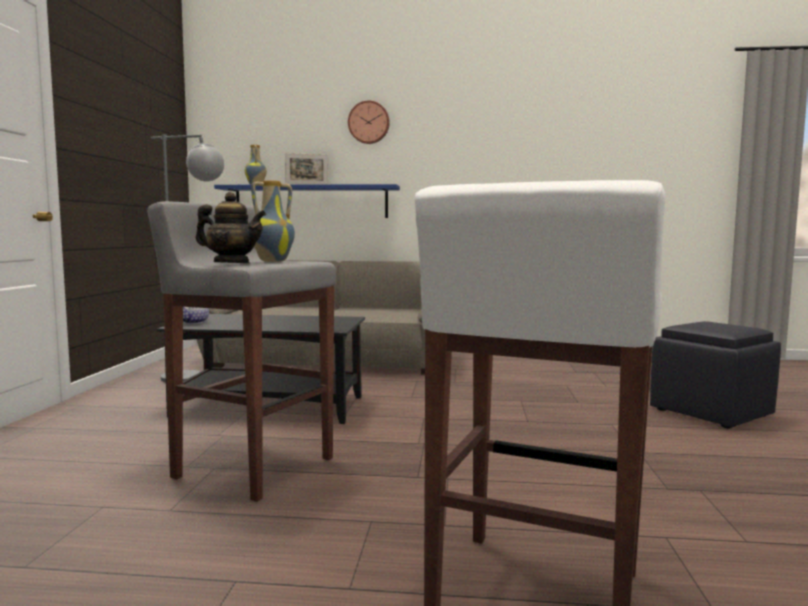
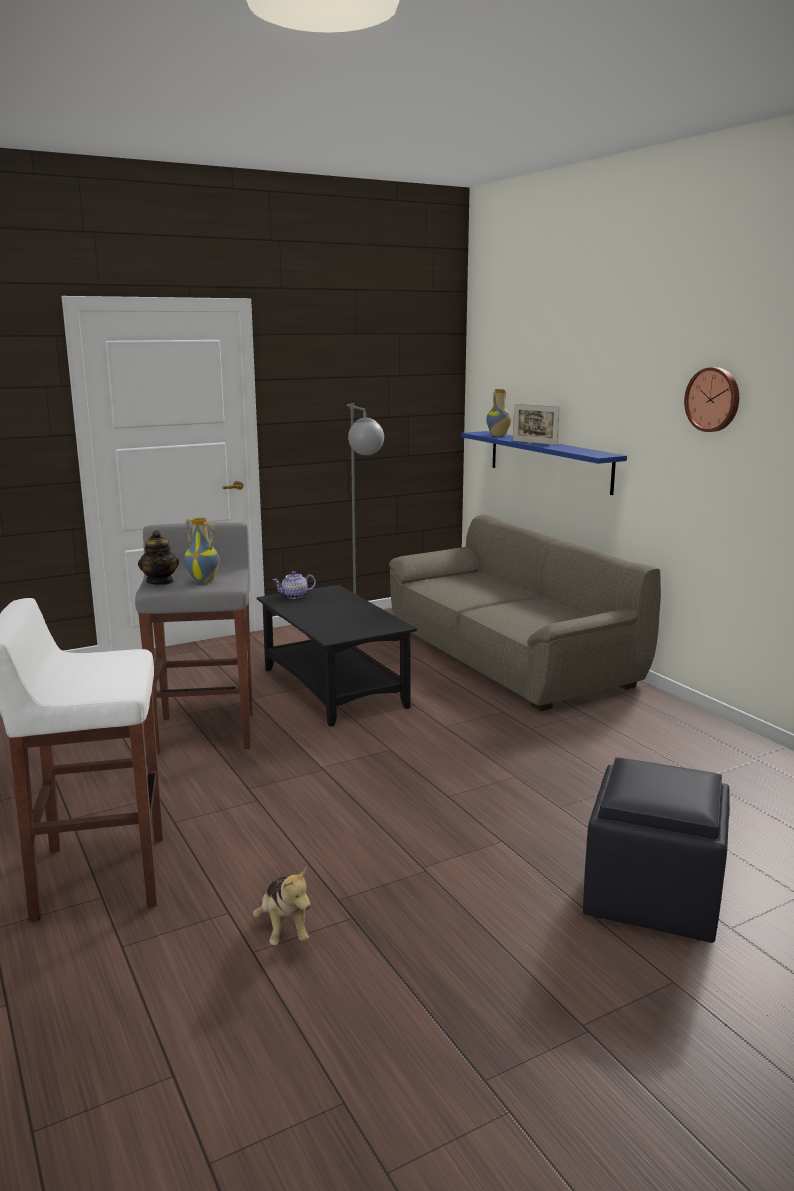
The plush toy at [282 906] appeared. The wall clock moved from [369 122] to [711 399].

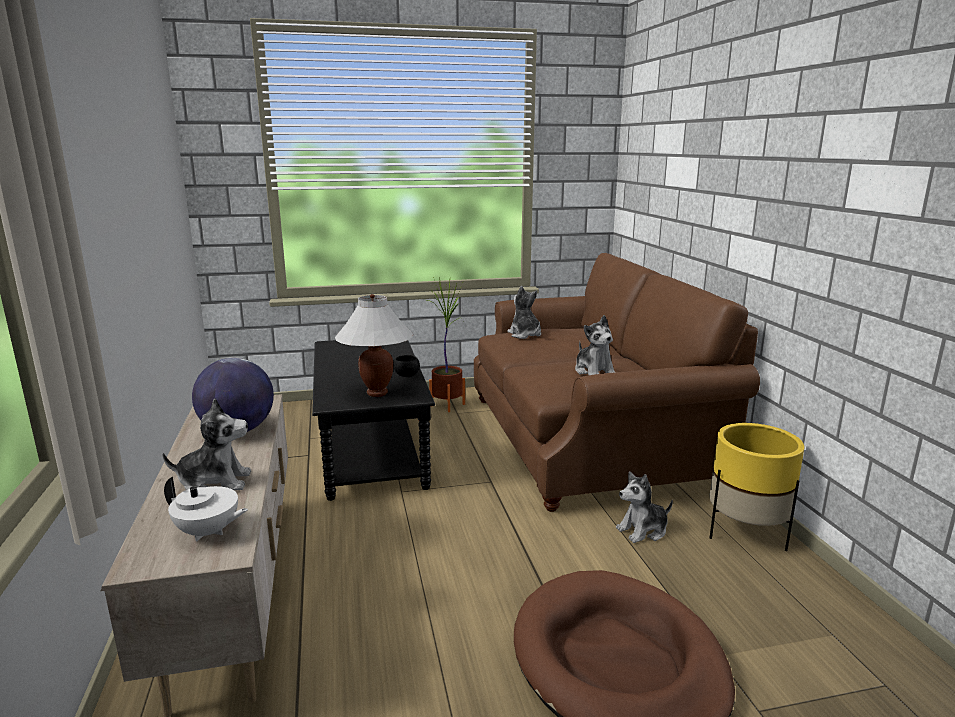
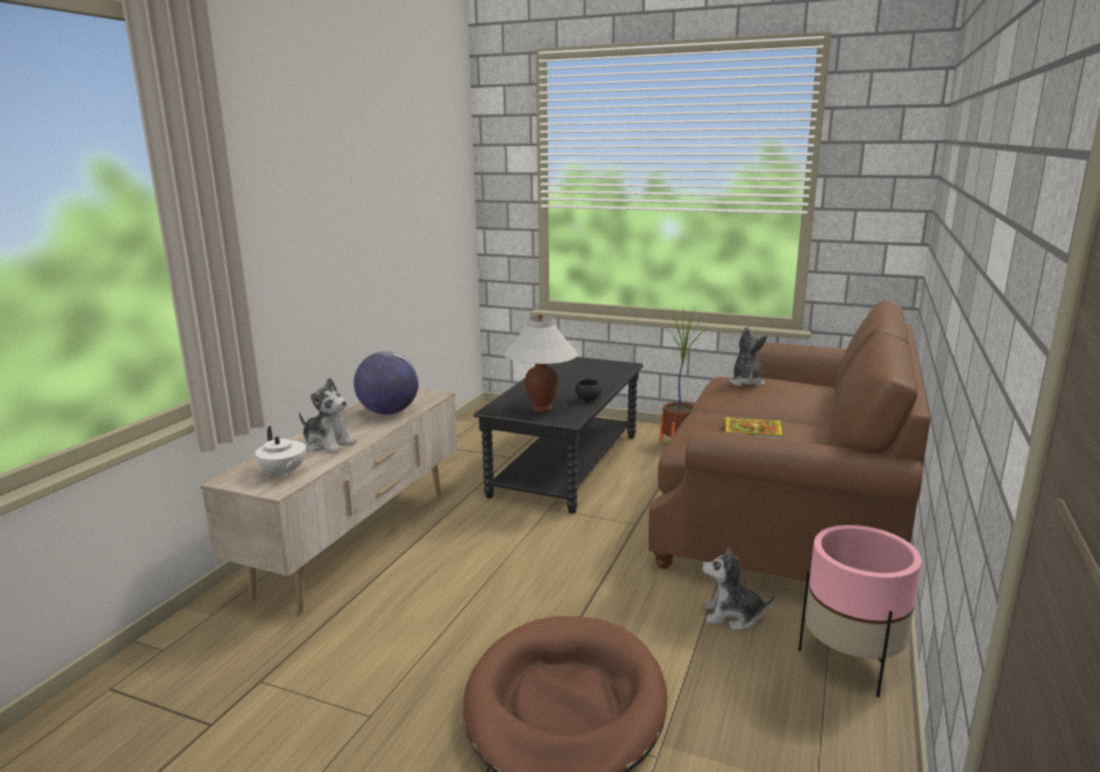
The plush toy at [595 345] was replaced by the book at [753 428]. The planter (yellow) at [757 487] became the planter (pink) at [860 611].

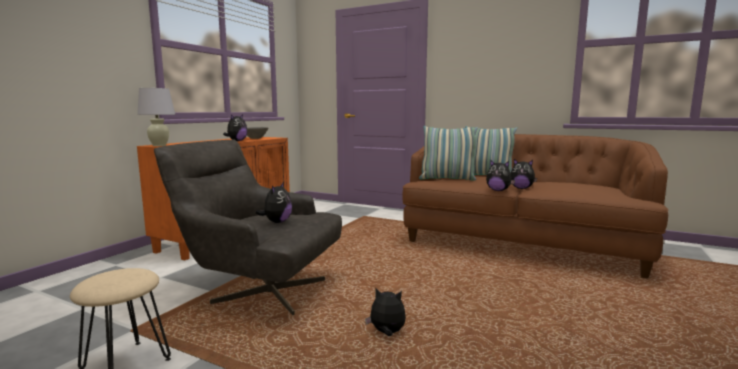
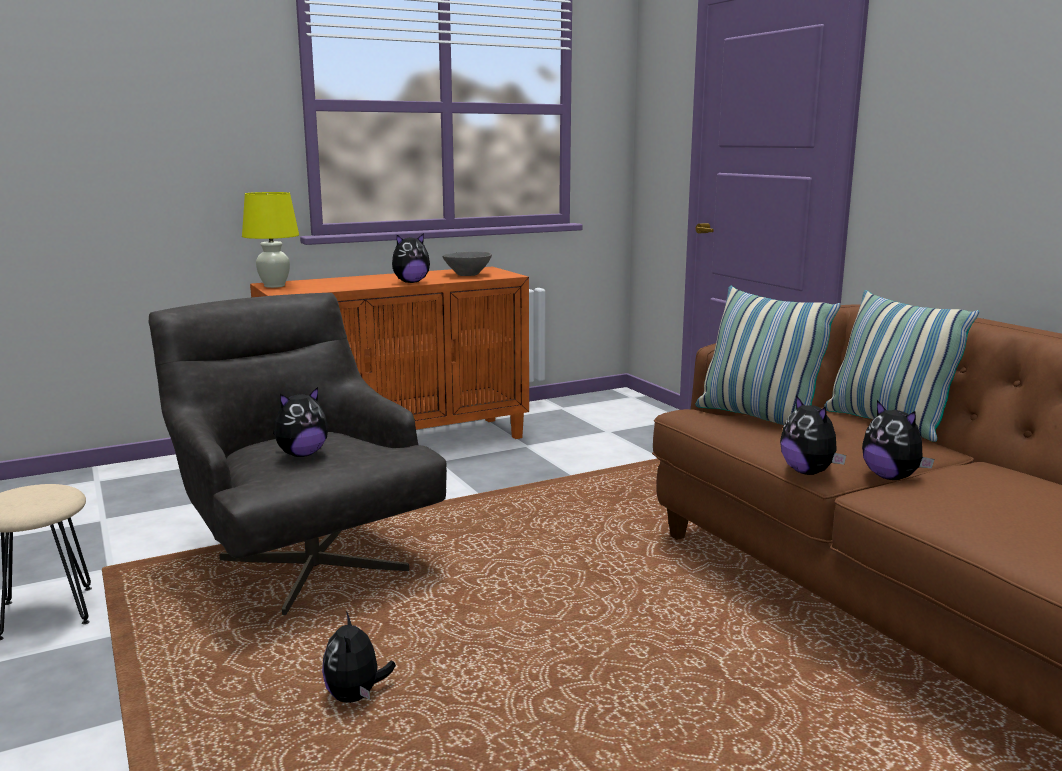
The table lamp (white) at [156 117] became the table lamp (yellow) at [270 240]. The plush toy at [385 312] turned 150 degrees counterclockwise.

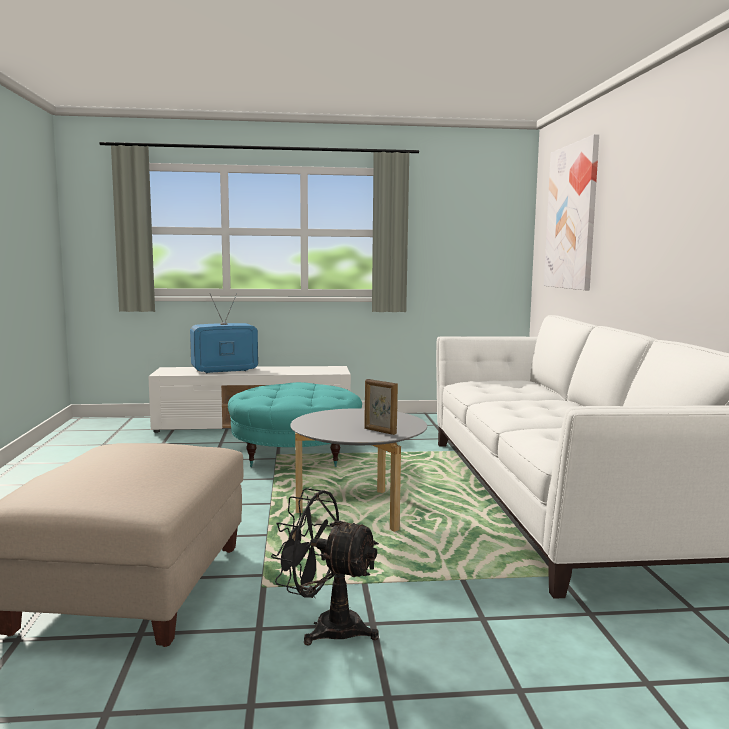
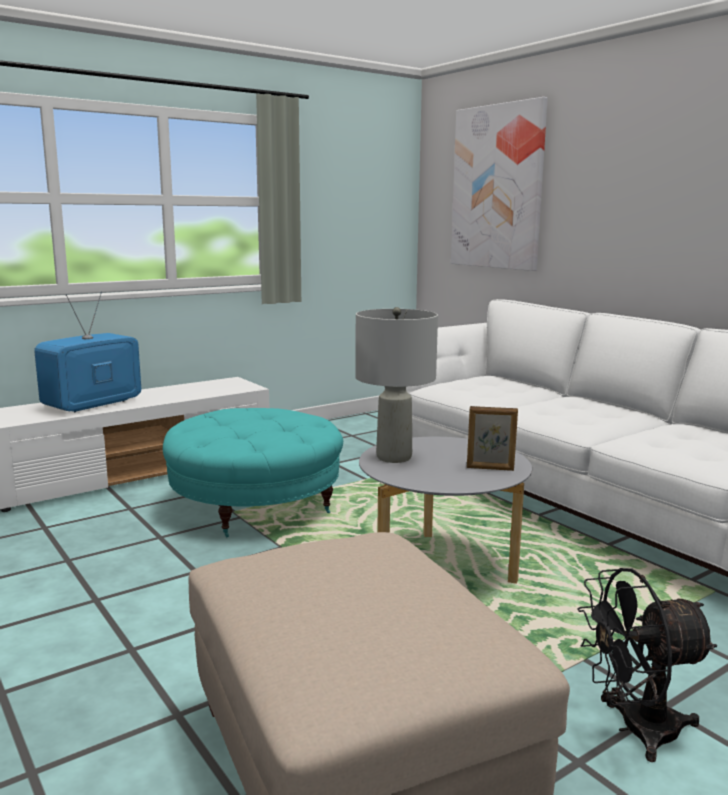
The table lamp (grey) at [396 385] appeared.

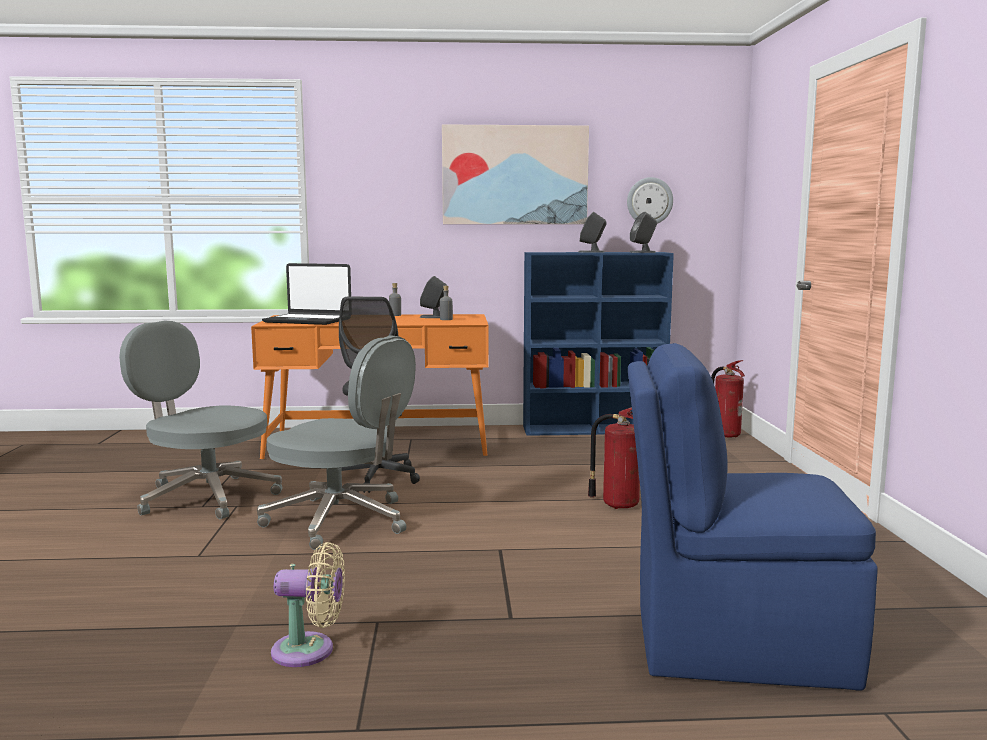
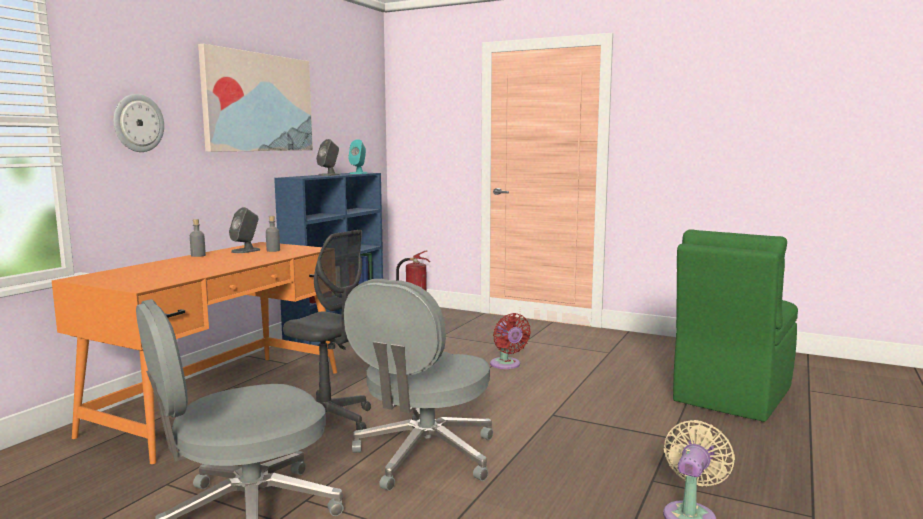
The wall clock moved from [650 200] to [138 123]. The office chair (grey) at [336 443] turned 150 degrees clockwise. The speaker (grey) at [643 232] became the speaker (turquoise) at [357 156]. The fire extinguisher at [614 458] was replaced by the fan (red) at [510 341]. The chair (blue) at [753 517] became the chair (green) at [735 325]. The laptop at [306 294] disappeared.

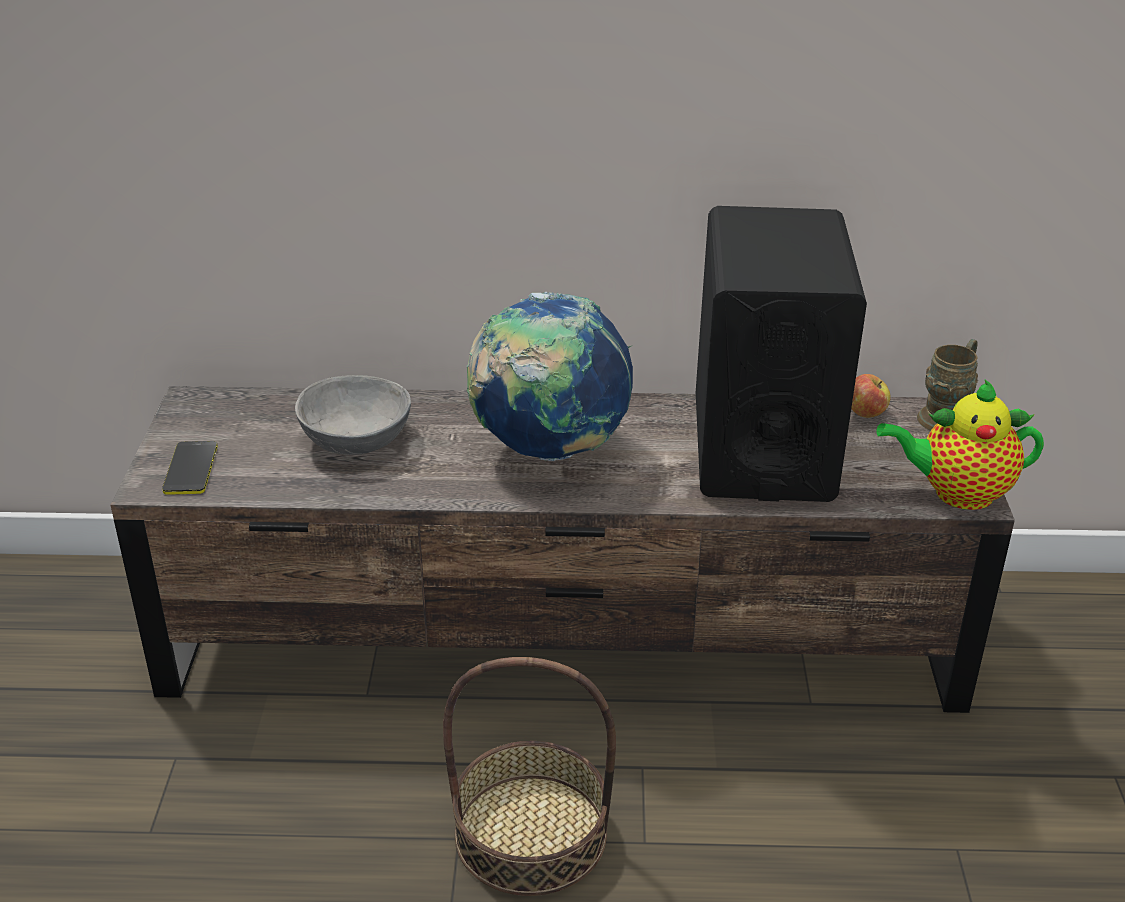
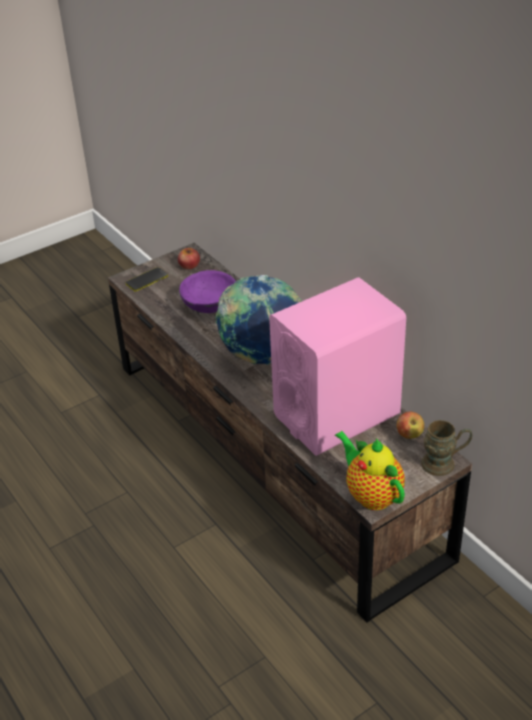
The apple at [189 258] appeared. The bowl (grey) at [353 415] became the bowl (purple) at [207 291]. The speaker (black) at [781 354] became the speaker (pink) at [337 366]. The basket at [529 776] disappeared.

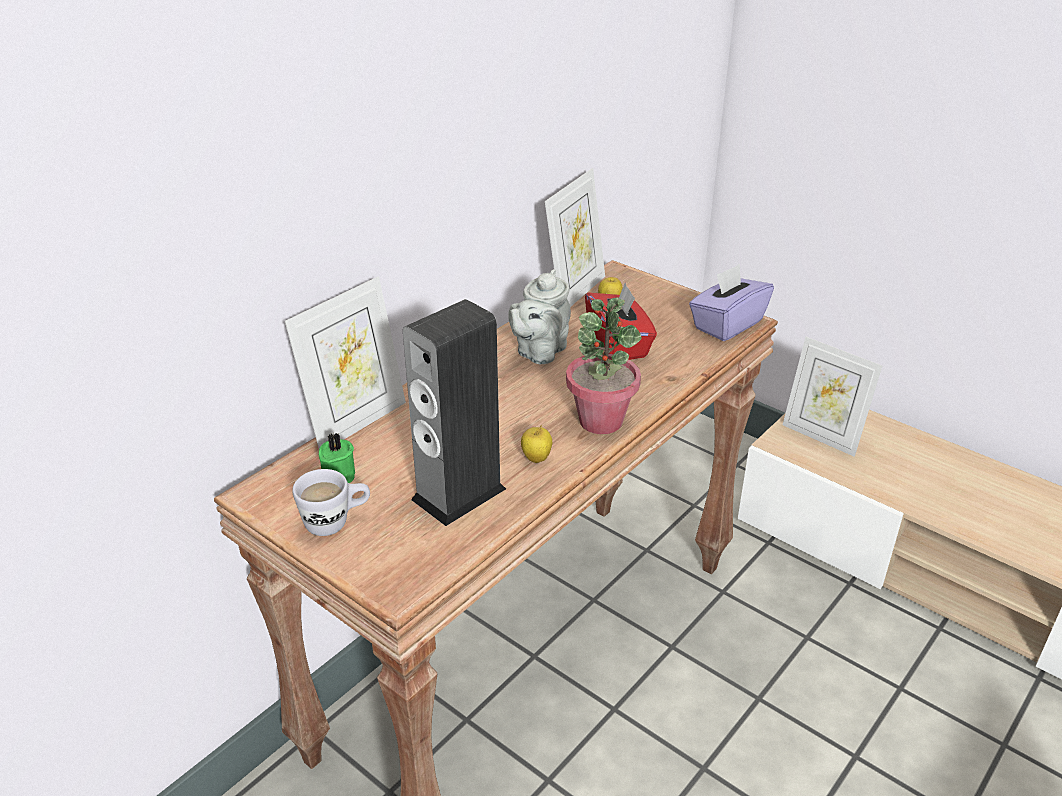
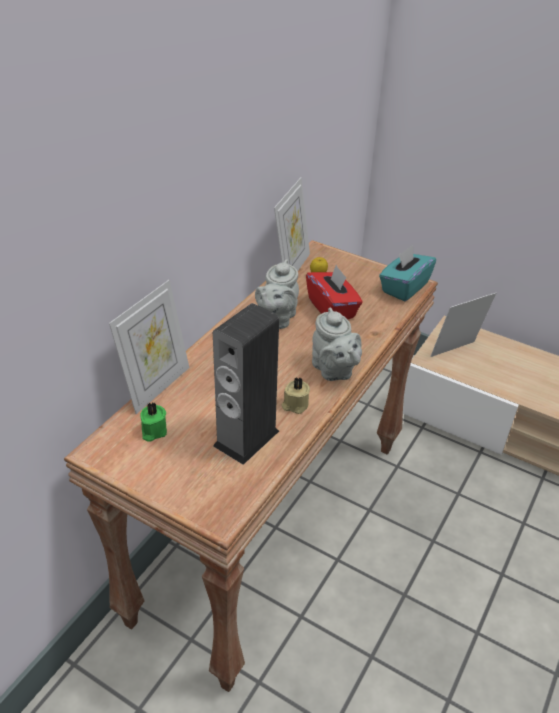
The apple at [536 444] was replaced by the candle (beige) at [296 395]. The potted plant at [604 366] was replaced by the teapot (grey) at [337 344]. The tissue box (purple) at [731 302] became the tissue box (turquoise) at [407 273]. The picture frame at [832 397] turned 120 degrees clockwise. The mug (white) at [331 502] disappeared.

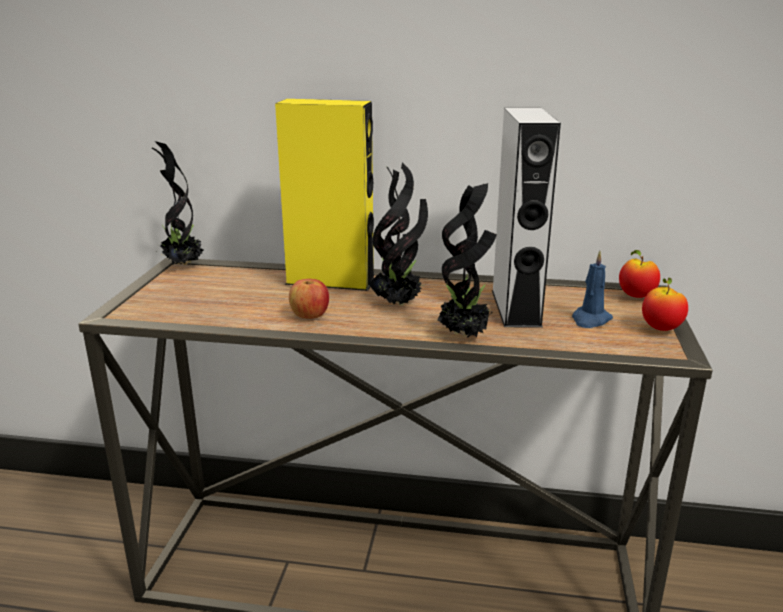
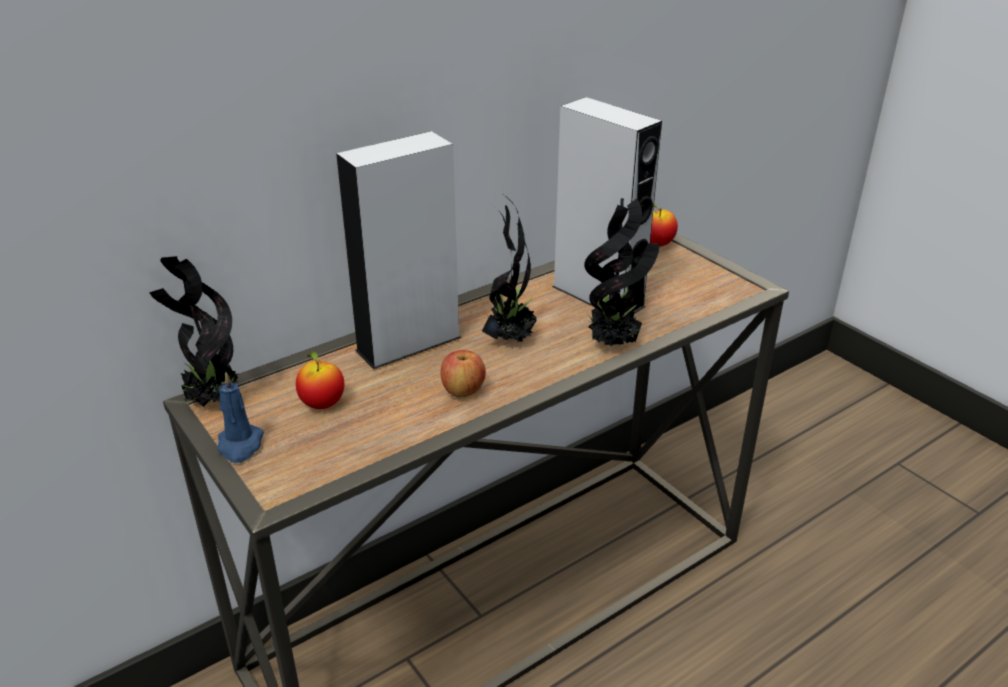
The candle (blue) moved from [592 289] to [241 417]. The apple moved from [665 304] to [320 380]. The speaker (yellow) at [324 195] became the speaker (grey) at [399 250].

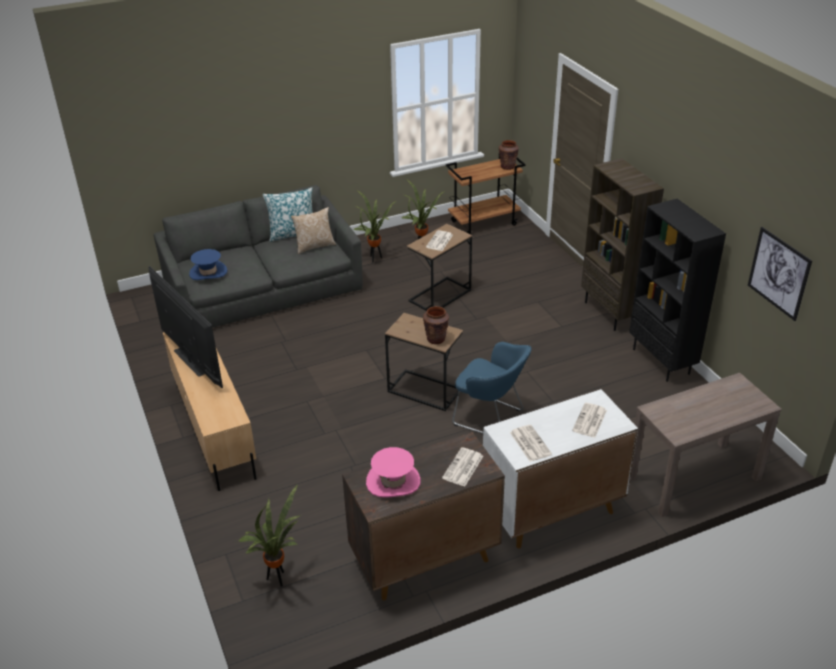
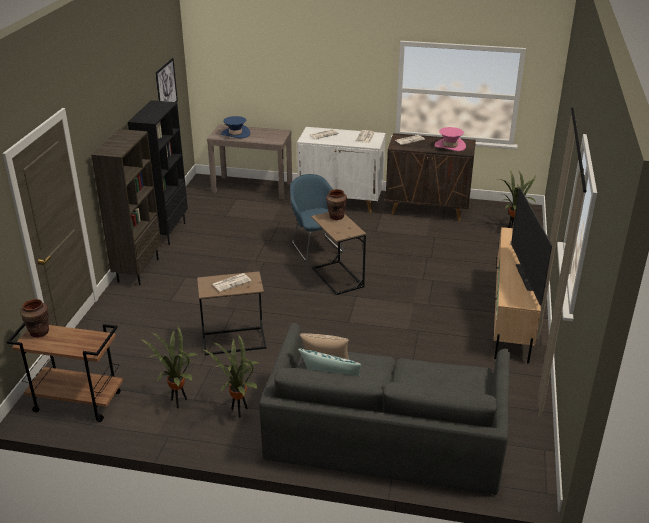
The hat (blue) moved from [208 264] to [235 127].

